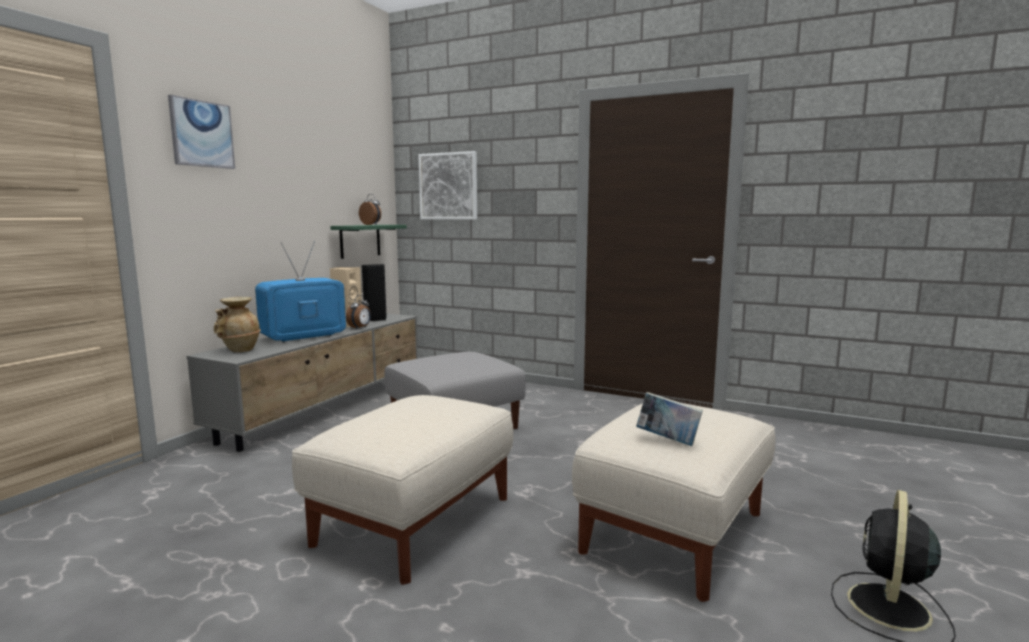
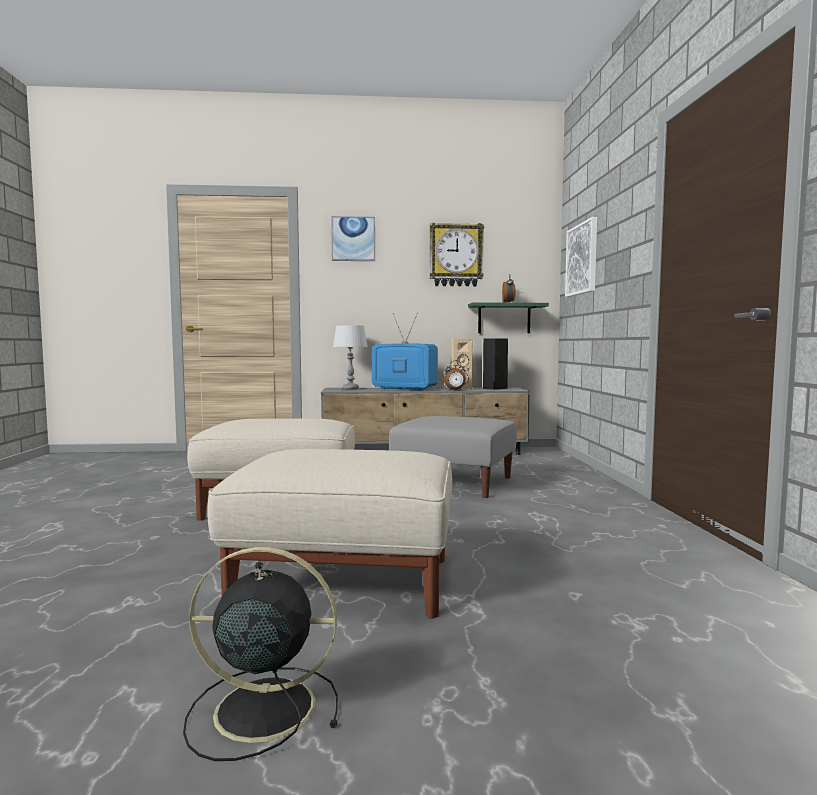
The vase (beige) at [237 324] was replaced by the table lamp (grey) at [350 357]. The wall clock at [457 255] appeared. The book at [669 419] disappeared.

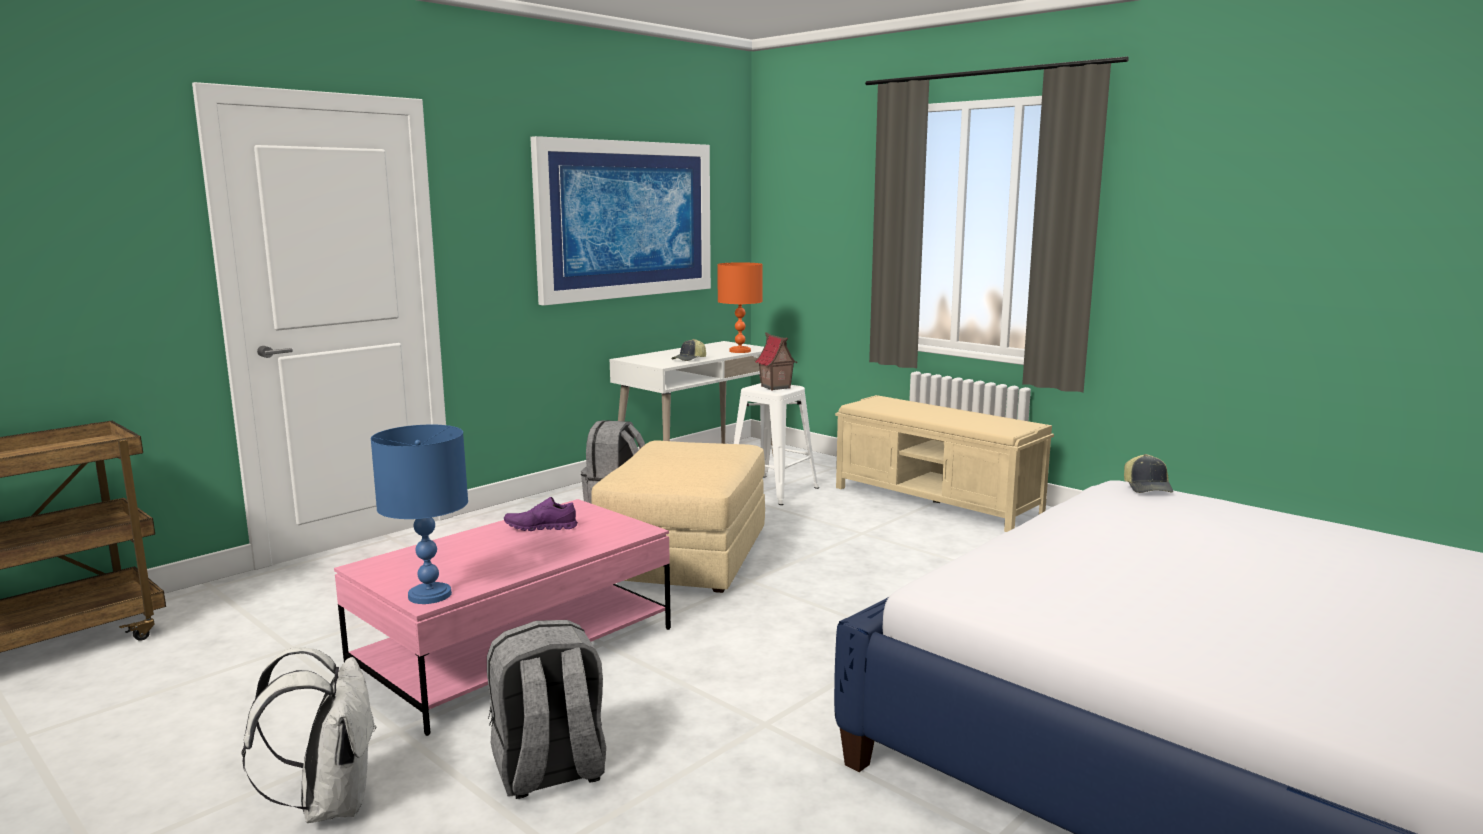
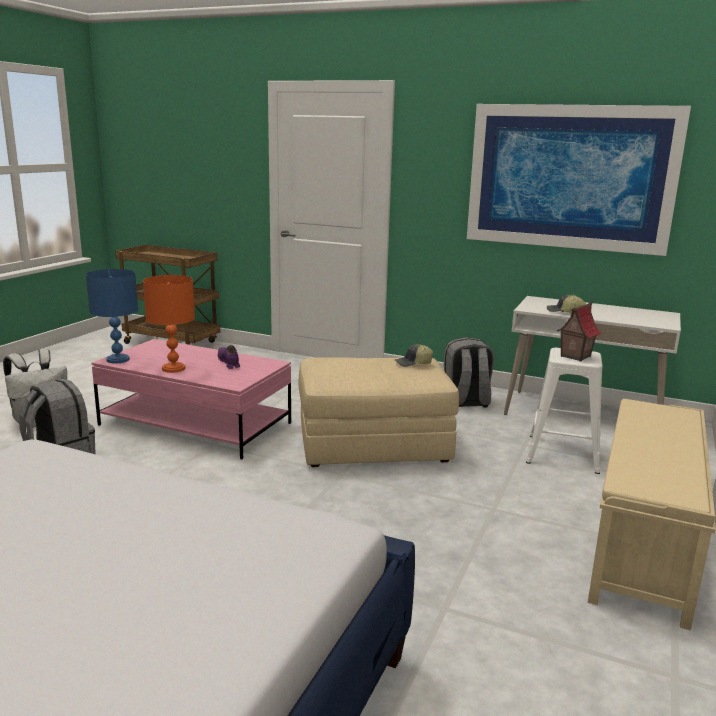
The table lamp (orange) moved from [740 307] to [169 324]. The cap moved from [1148 473] to [414 355].

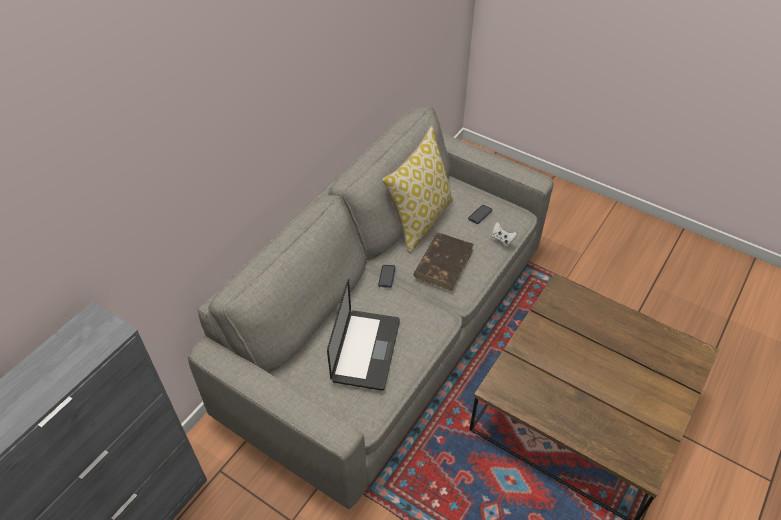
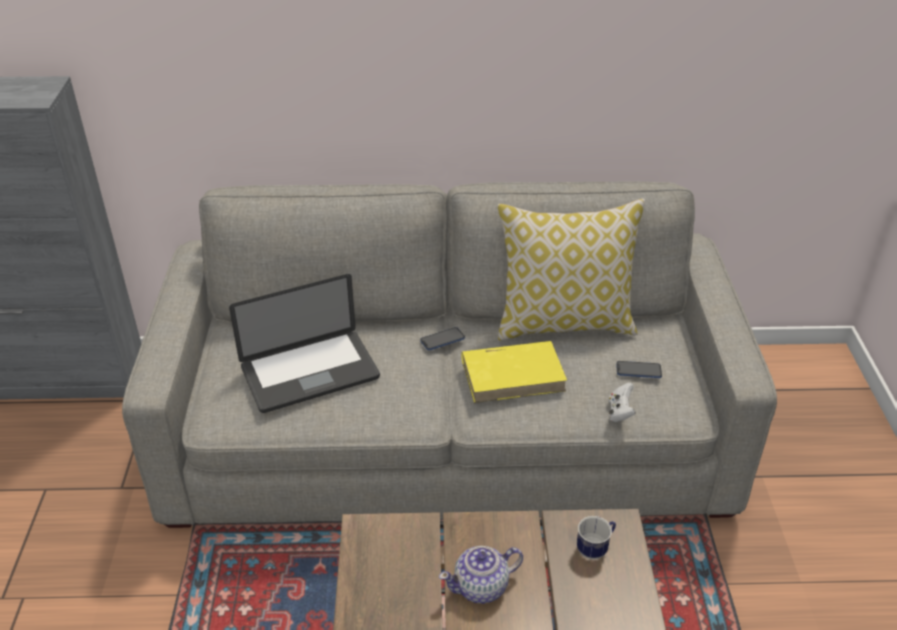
The teapot at [481 575] appeared. The book (brown) at [444 262] became the book (yellow) at [514 372]. The mug at [596 538] appeared.

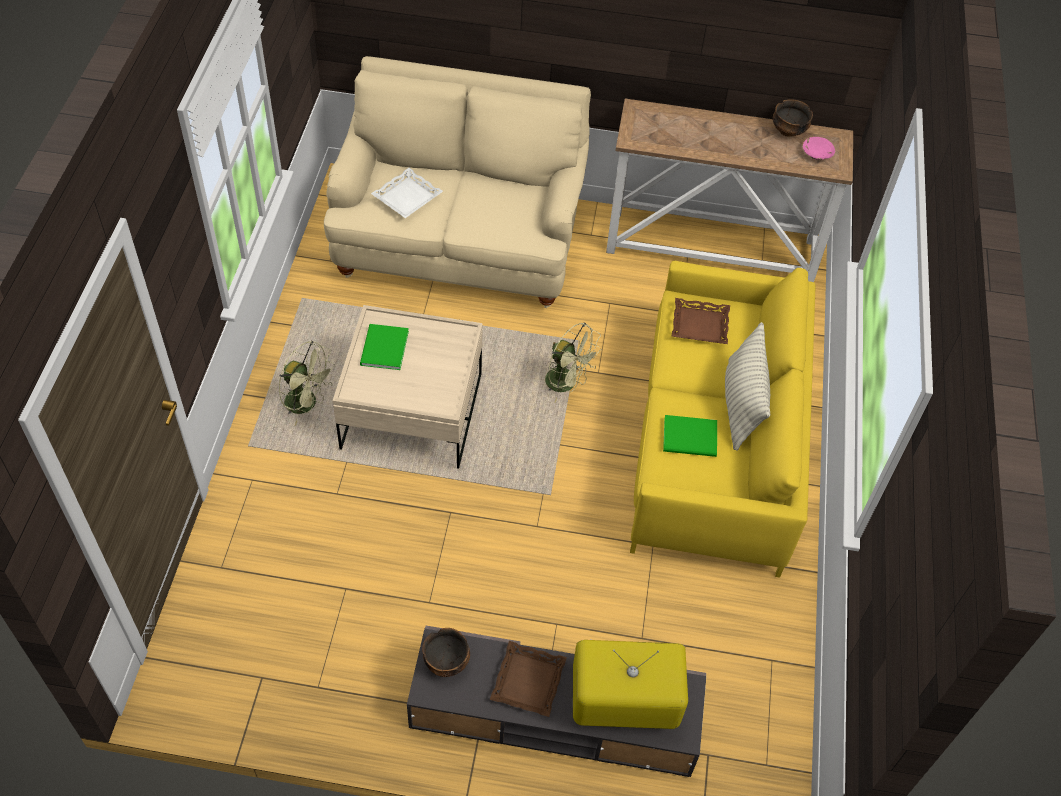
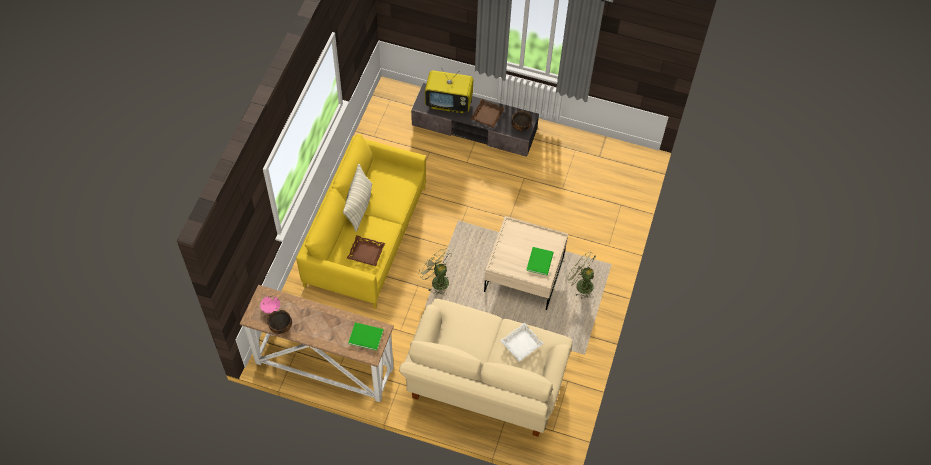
The book (green) moved from [690 436] to [366 336].

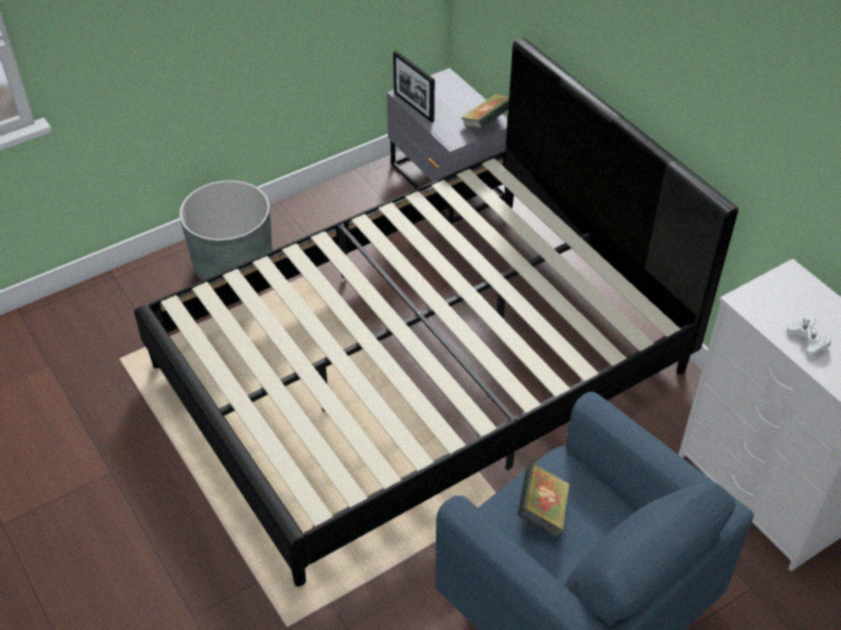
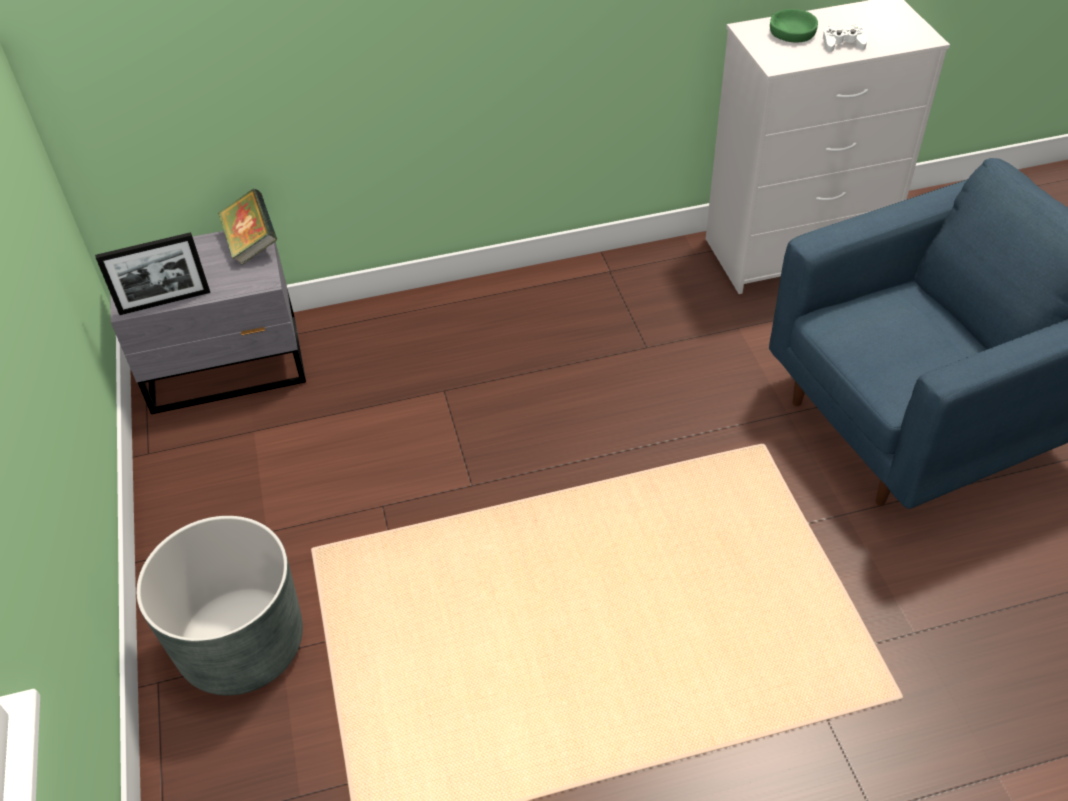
The bowl (green) at [794 25] appeared. The bed (black) at [436 312] disappeared. The book at [543 500] disappeared.

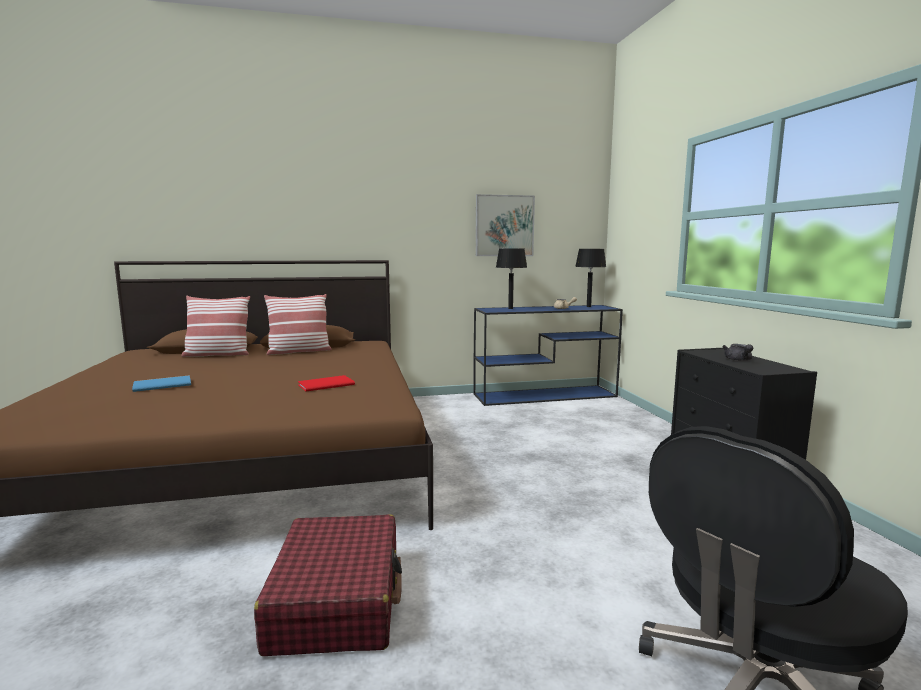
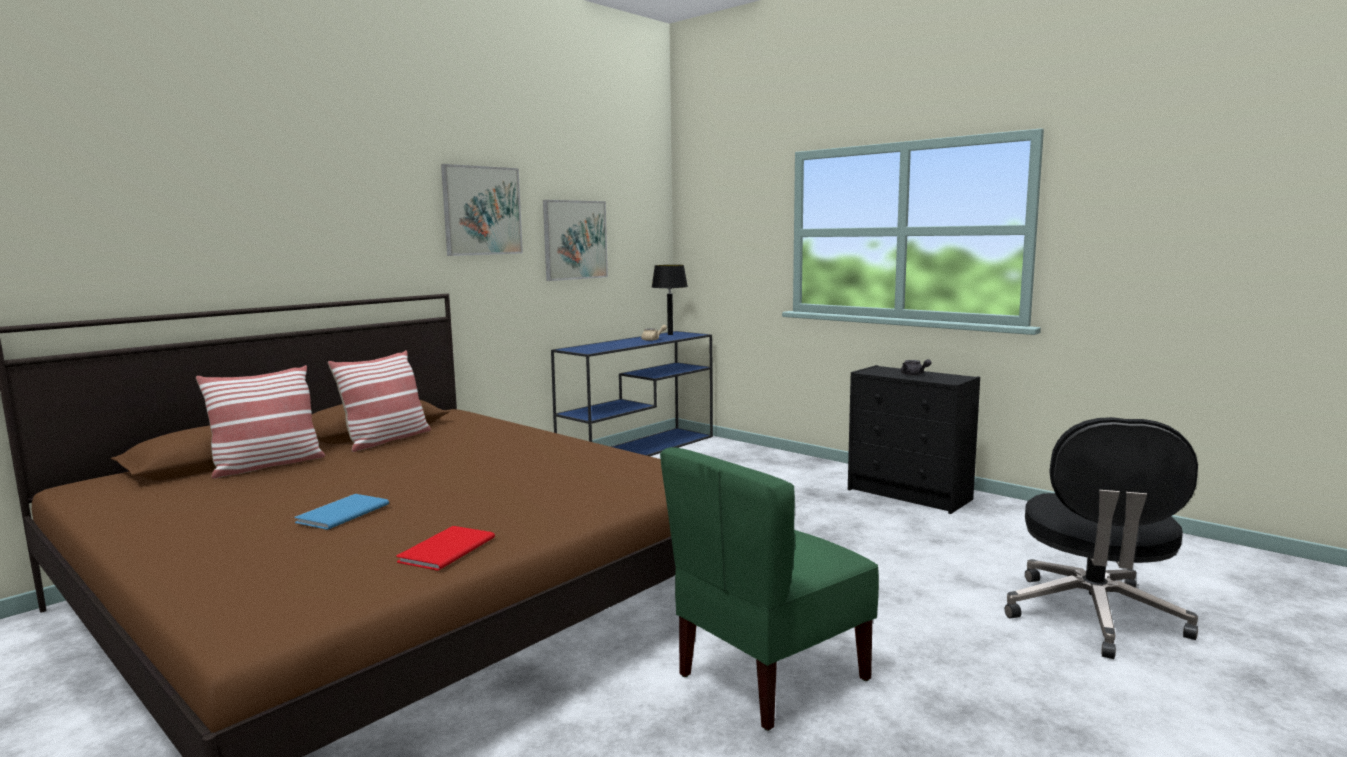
The book (red) moved from [326 383] to [445 548]. The picture at [482 210] appeared. The suitcase (red) at [328 585] was replaced by the chair (green) at [769 589]. The table lamp (black) at [511 279] disappeared.

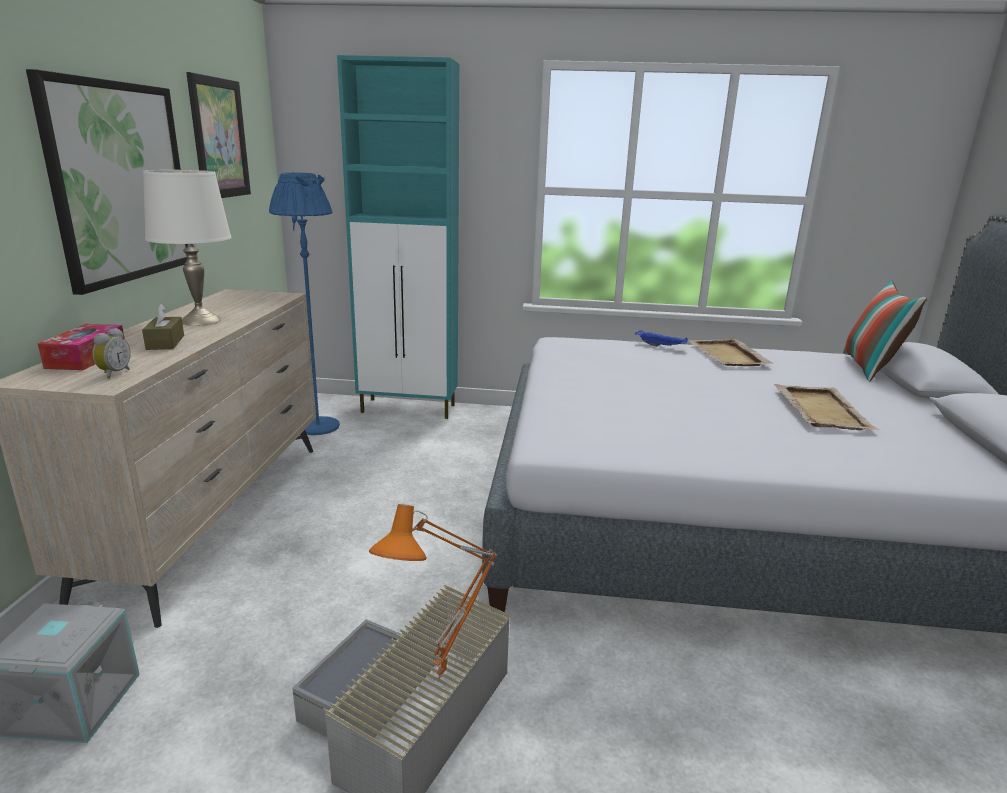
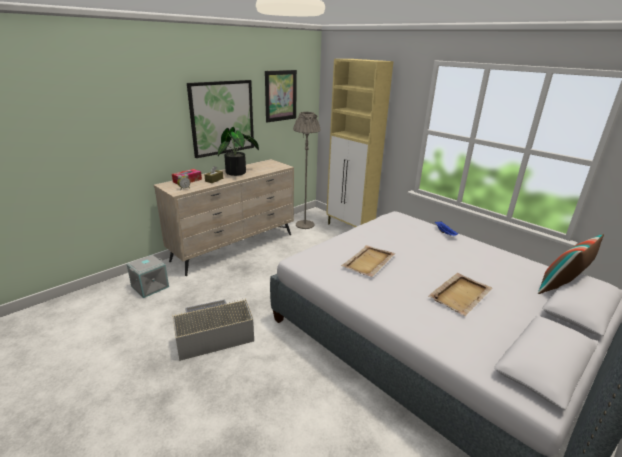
The table lamp (white) at [187 248] was replaced by the potted plant at [238 151]. The floor lamp (blue) at [304 303] became the floor lamp (grey) at [306 170]. The cabinet (turquoise) at [398 237] became the cabinet (beige) at [360 143]. The tray (beige) moved from [730 352] to [368 261]. The table lamp (orange) at [433 591] disappeared.

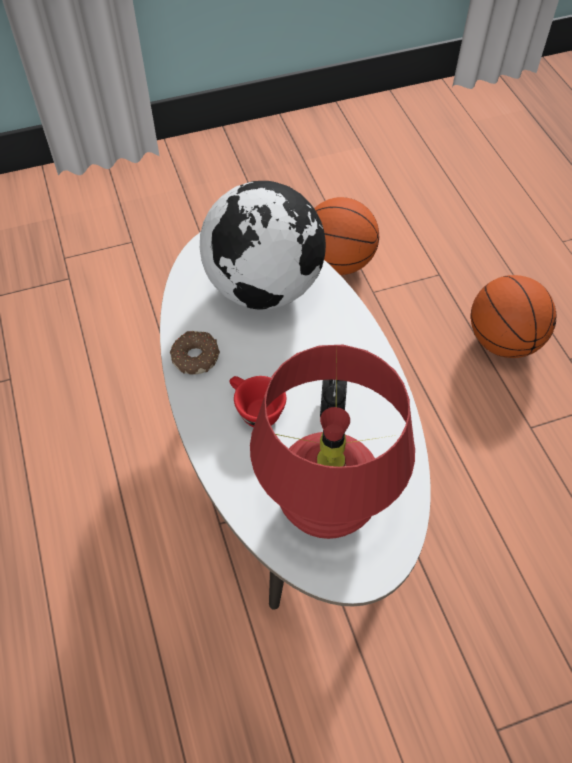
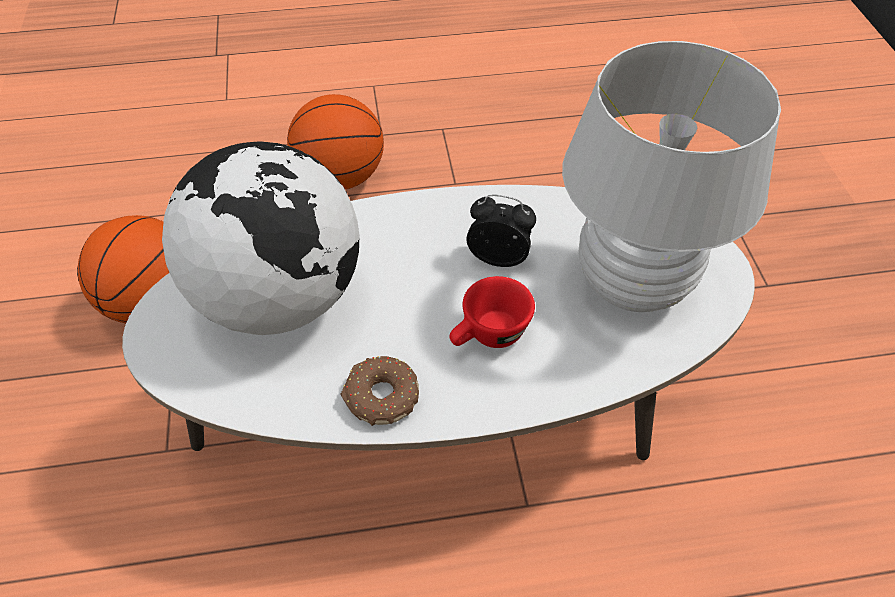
The table lamp (red) at [332 442] became the table lamp (white) at [671 176].

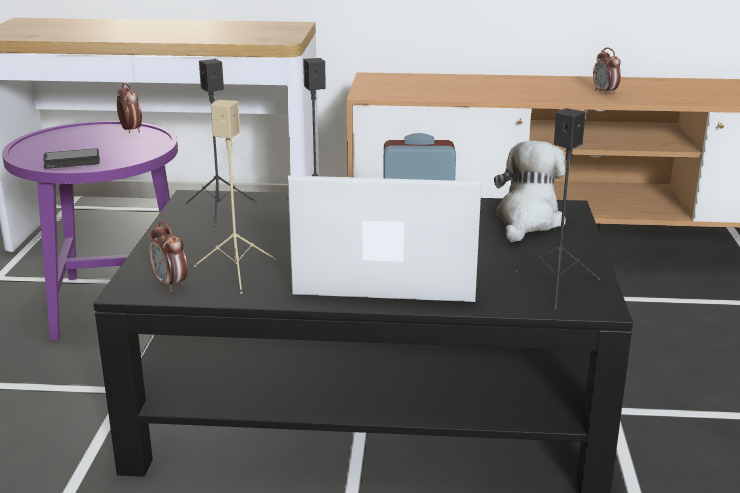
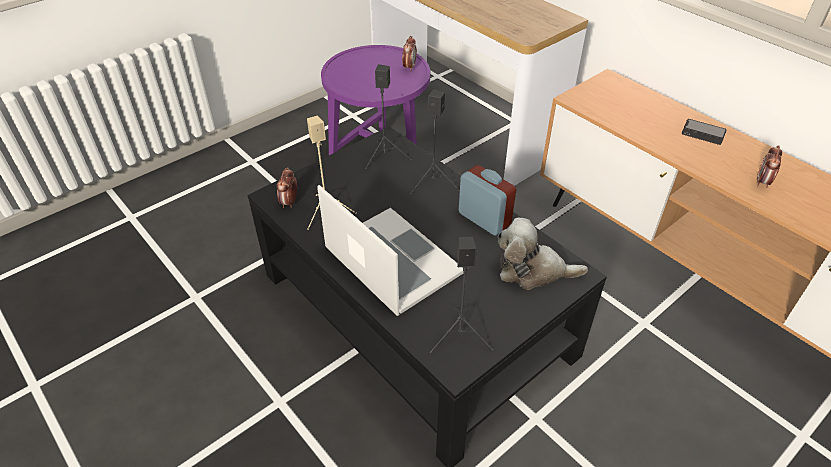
The plush toy at [530 191] turned 150 degrees counterclockwise. The phone moved from [71 158] to [704 132].

